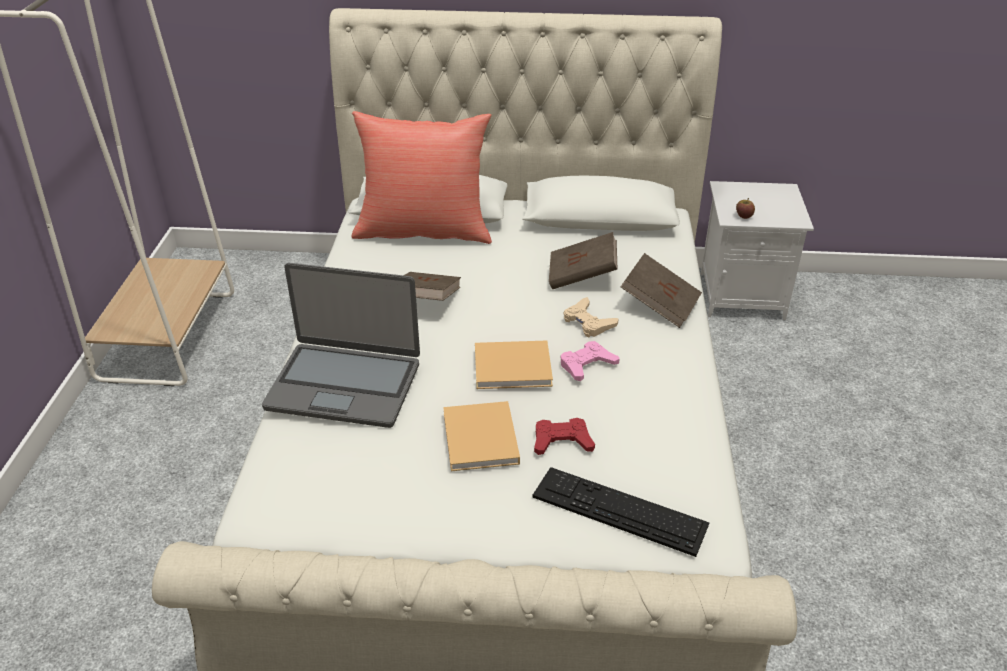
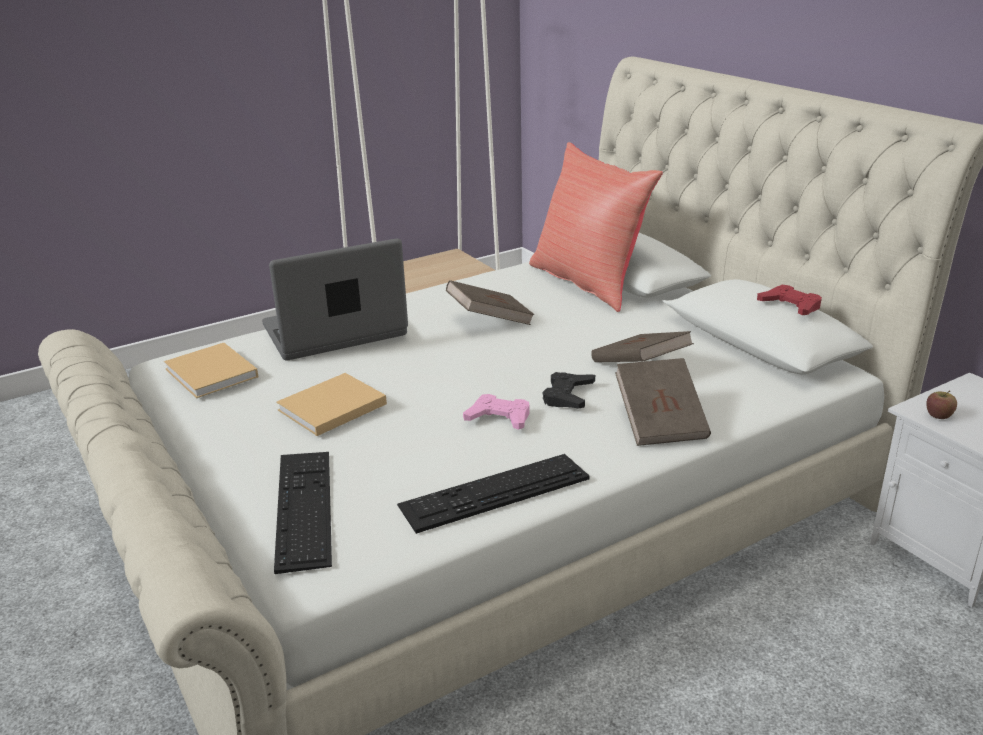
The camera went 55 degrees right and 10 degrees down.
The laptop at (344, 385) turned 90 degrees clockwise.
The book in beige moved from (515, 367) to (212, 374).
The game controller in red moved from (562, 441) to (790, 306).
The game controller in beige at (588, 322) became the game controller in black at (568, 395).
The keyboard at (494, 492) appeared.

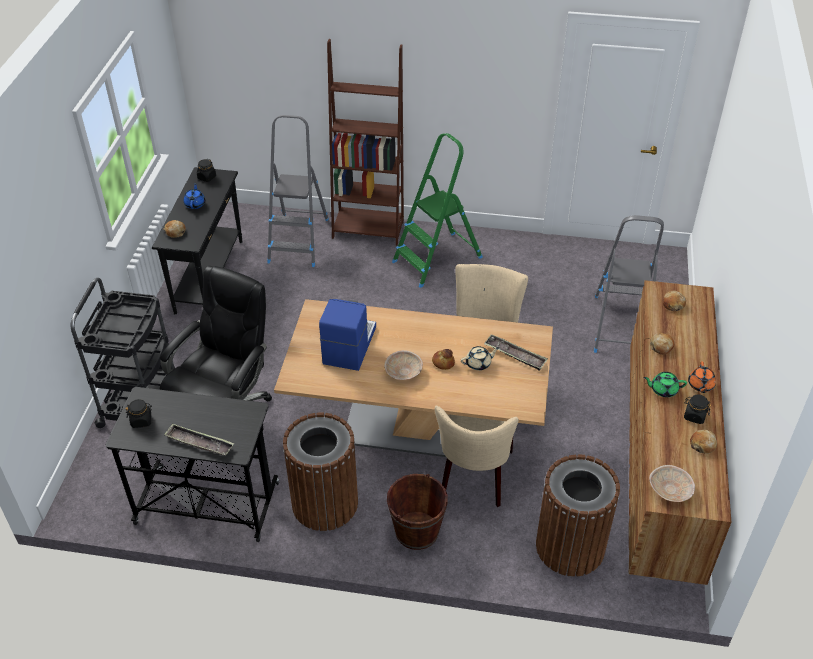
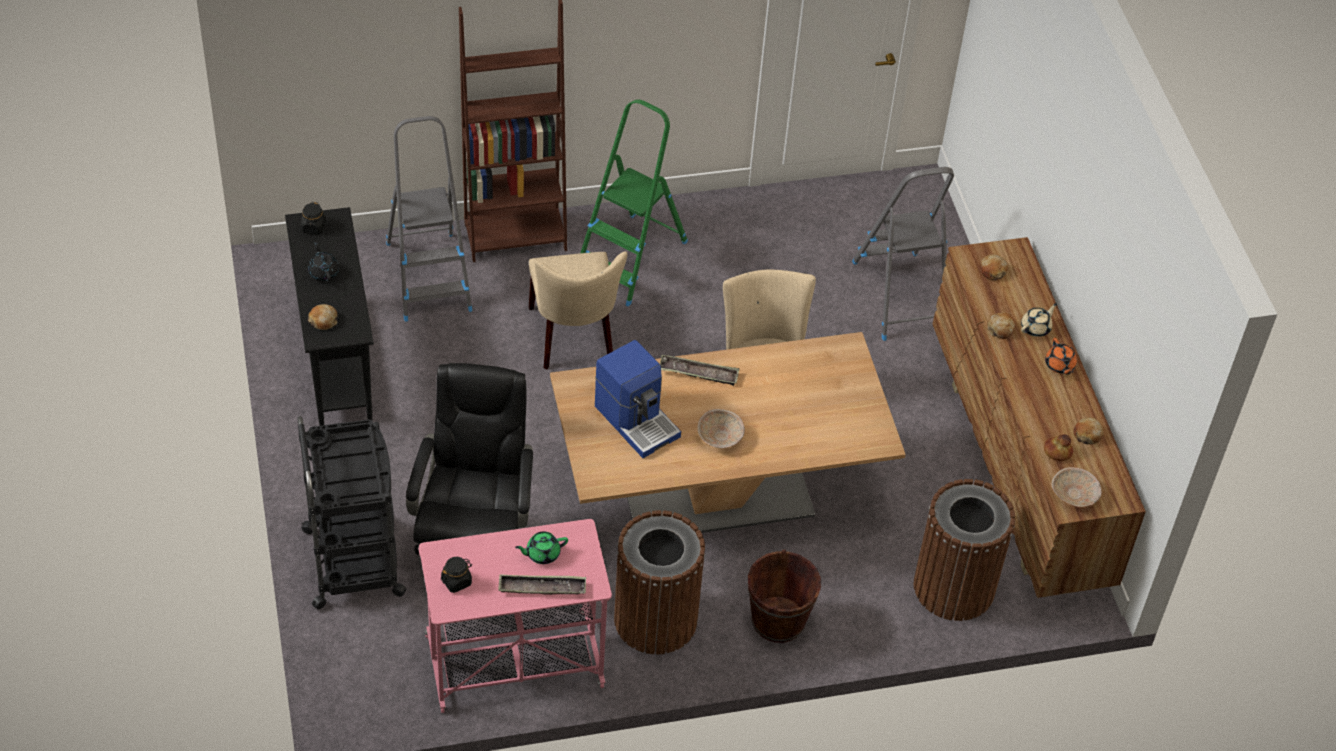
The camera went 25 degrees left and 5 degrees up.
The desk in black at (207, 504) became the desk in pink at (514, 662).
The teapot in blue at (195, 204) became the teapot in black at (323, 272).
The coffee machine at (348, 345) turned 150 degrees clockwise.
The bread moved from (443, 362) to (1057, 451).
The chair in beige moved from (474, 478) to (574, 339).
The teapot in beige moved from (478, 363) to (1036, 328).
The tray moved from (515, 355) to (698, 373).
The teapot in green moved from (663, 390) to (542, 553).
The jar in black at (694, 416) disappeared.

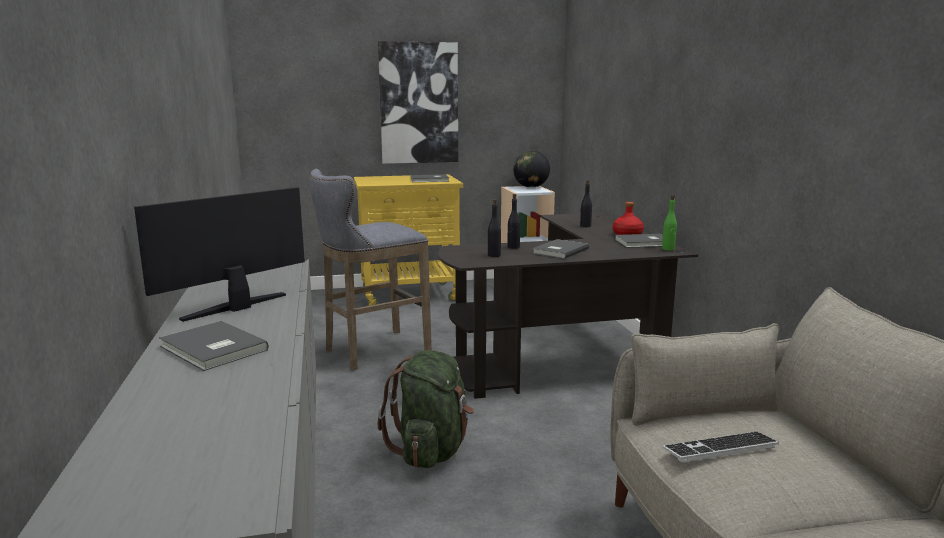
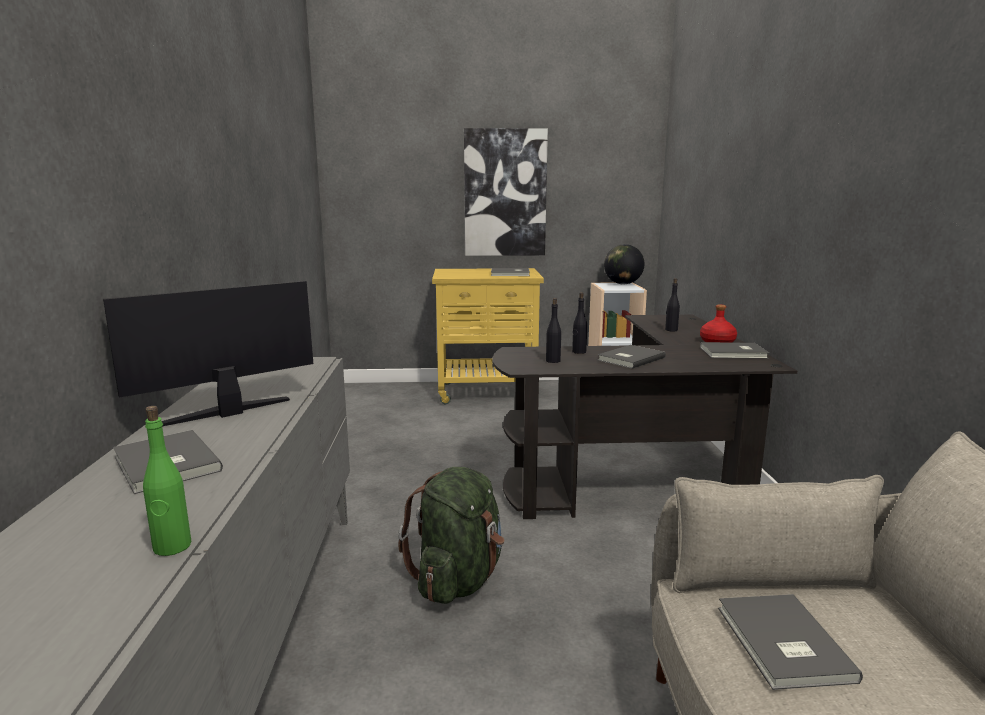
The camera went 10 degrees right and 0 degrees up.
The stool in grey at (372, 351) disappeared.
The bottle in green moved from (668, 249) to (172, 547).
The keyboard at (720, 448) was replaced by the book in grey at (781, 644).

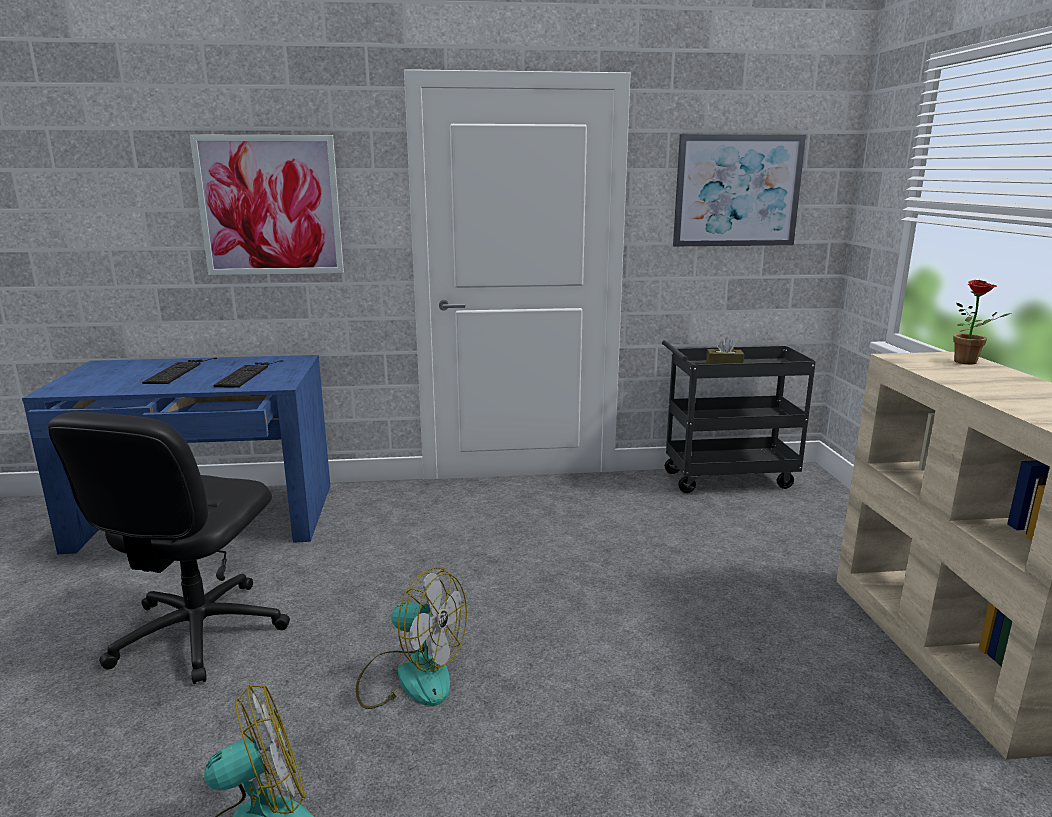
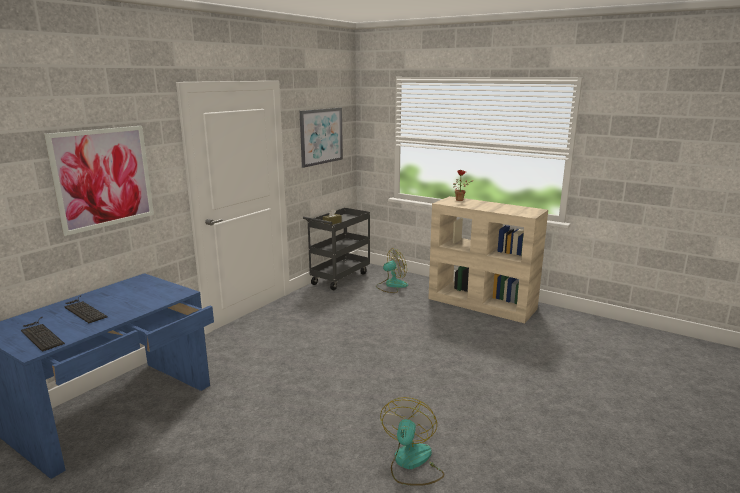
The camera went 50 degrees left and 0 degrees up.
The office chair in black at (198, 632) disappeared.
The keyboard moved from (247, 374) to (41, 334).
The fan moved from (410, 676) to (391, 285).

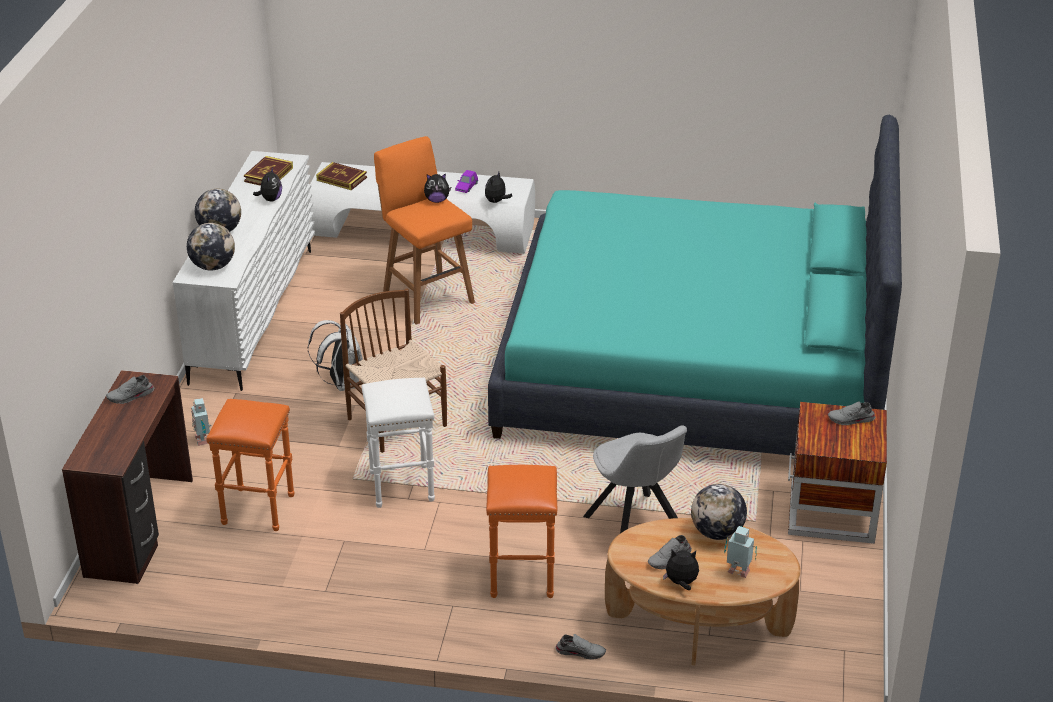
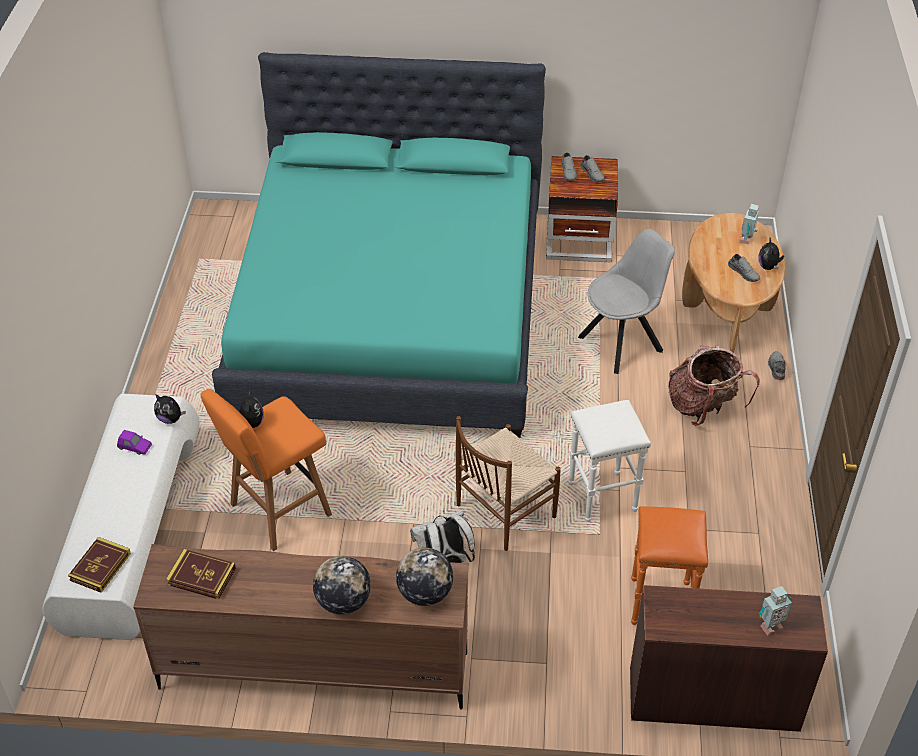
The camera went 95 degrees left and 10 degrees up.
The shoe in grey moved from (131, 396) to (592, 174).
The dresser in white at (255, 314) became the dresser in brown at (313, 668).
The toy robot moved from (203, 439) to (770, 626).
The plush toy at (270, 199) disappeared.
The stool in orange at (520, 577) was replaced by the backpack at (703, 407).
The globe at (717, 533) disappeared.

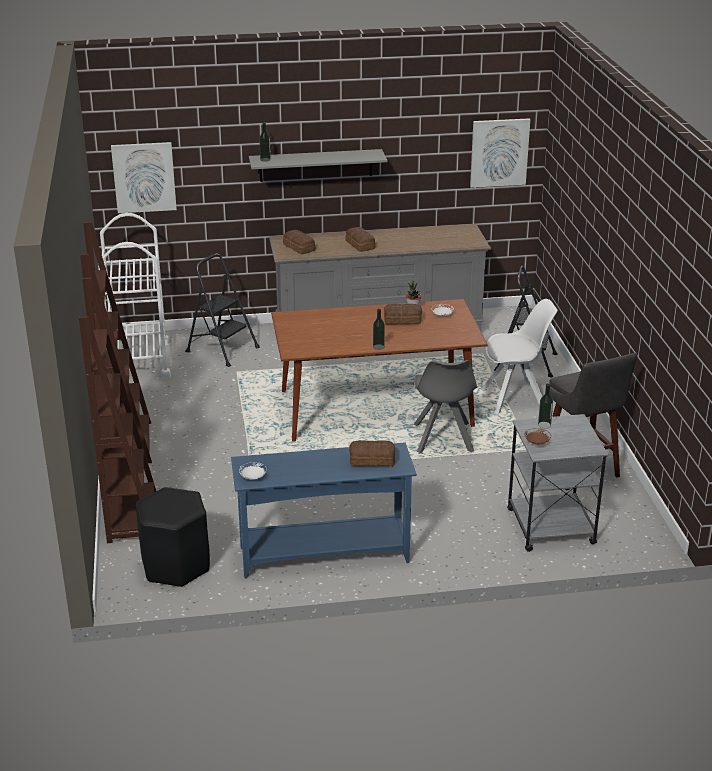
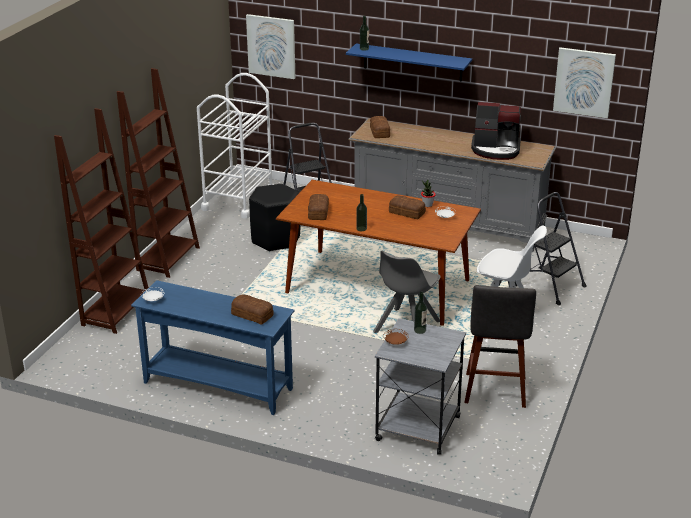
The camera went 30 degrees right and 0 degrees up.
The stool in black moved from (176, 566) to (276, 240).
The shelf in grey at (316, 165) became the shelf in blue at (412, 62).
The bread moved from (360, 245) to (317, 212).
The coffee machine at (496, 150) appeared.

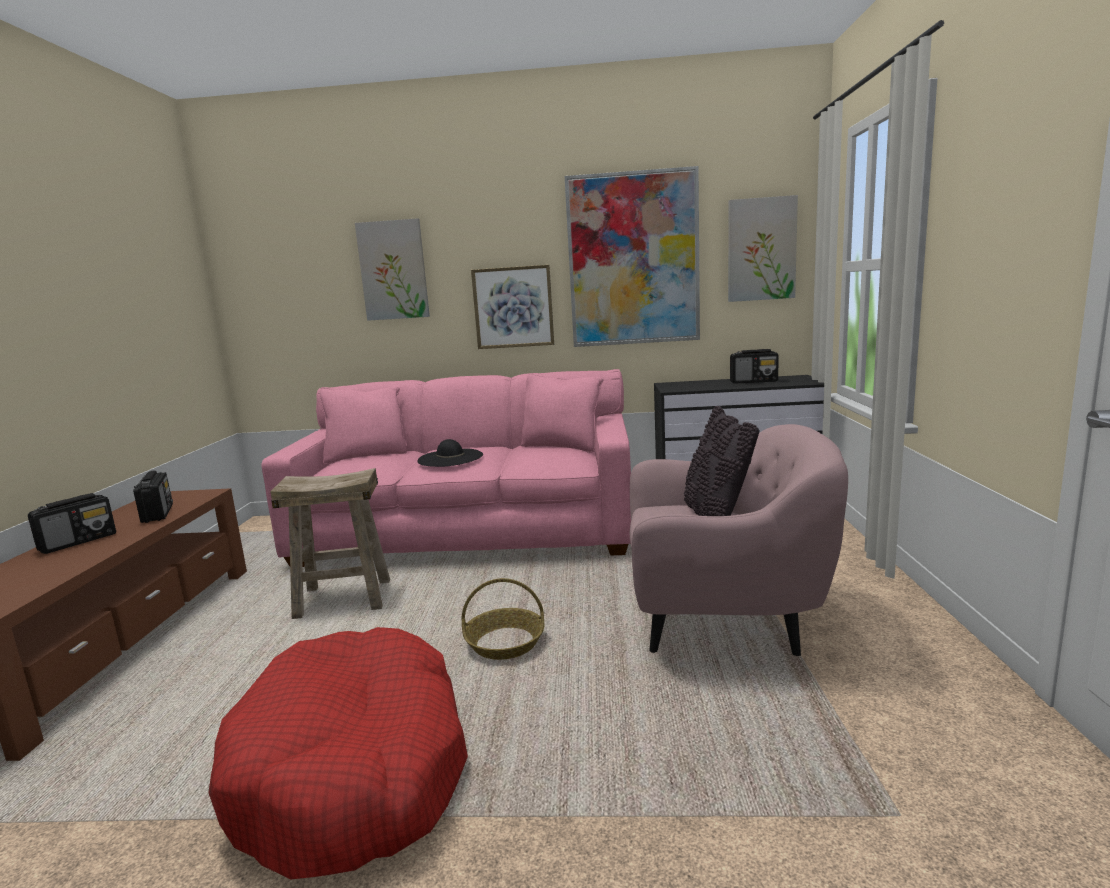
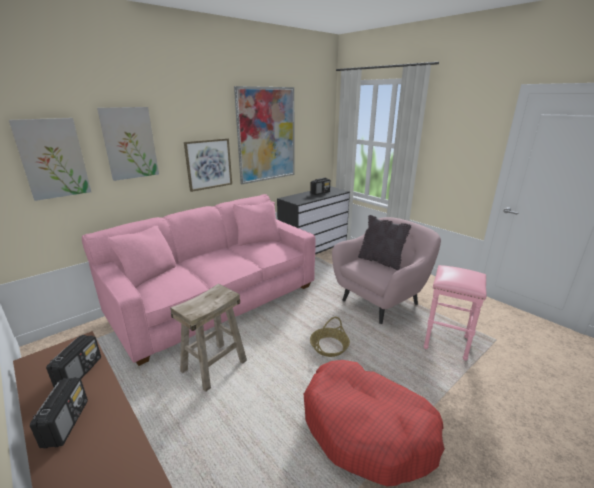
The camera went 45 degrees left and 10 degrees up.
The radio at (157, 513) turned 75 degrees clockwise.
The hat in black at (450, 458) disappeared.
The picture moved from (761, 249) to (53, 158).
The stool in pink at (447, 342) appeared.

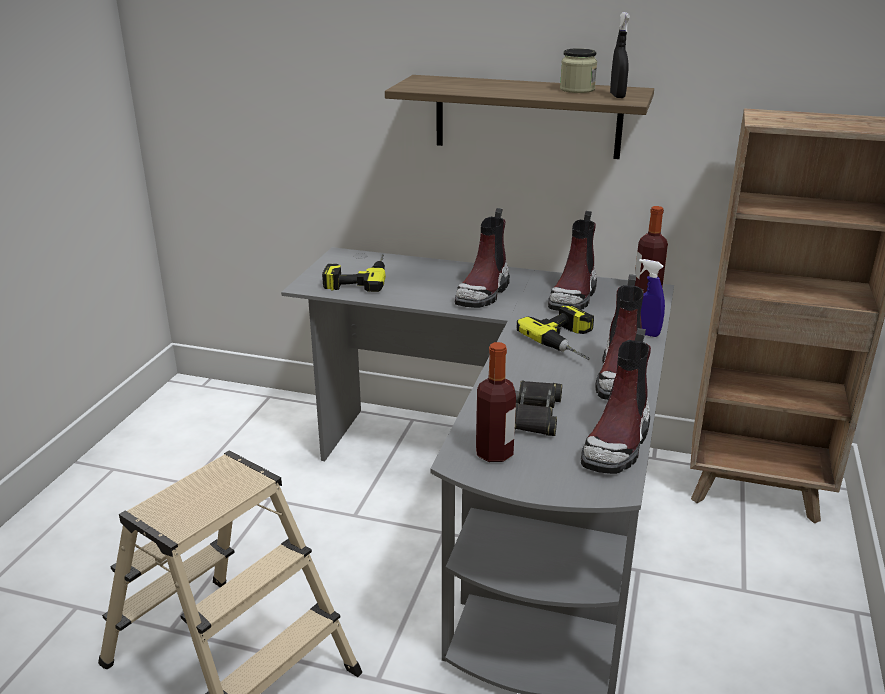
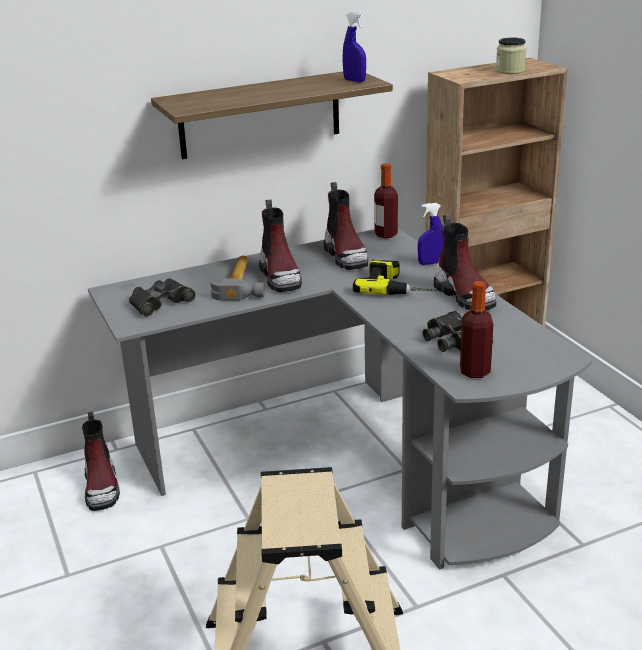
The camera went 40 degrees left and 0 degrees up.
The power drill at (357, 277) was replaced by the binoculars in black at (160, 302).
The jar moved from (577, 89) to (510, 71).
The boot moved from (617, 444) to (102, 487).
The spray bottle in black at (617, 96) became the spray bottle in blue at (354, 80).
The hammer at (242, 283) appeared.

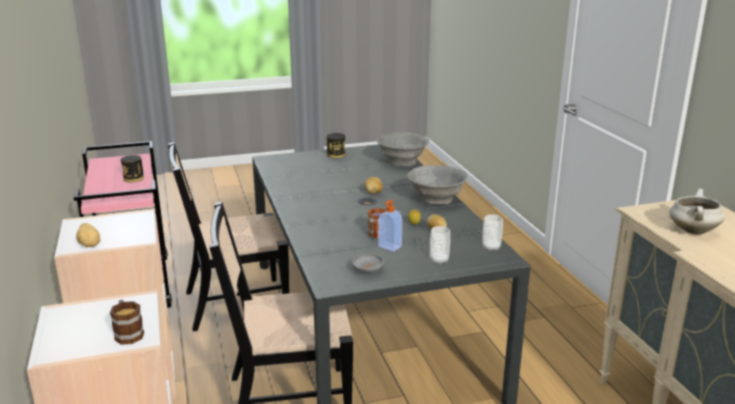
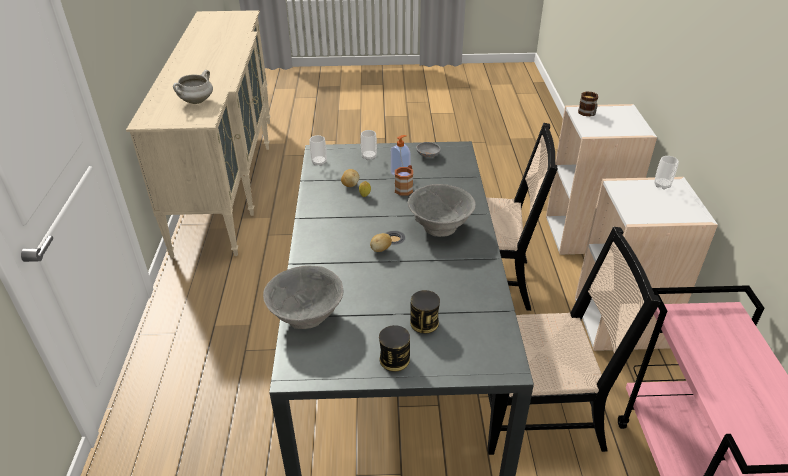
The camera went 165 degrees left and 15 degrees up.
The potato at (90, 244) was replaced by the cup at (662, 185).
The can moved from (133, 178) to (424, 323).
The bowl in grey moved from (436, 200) to (440, 226).

